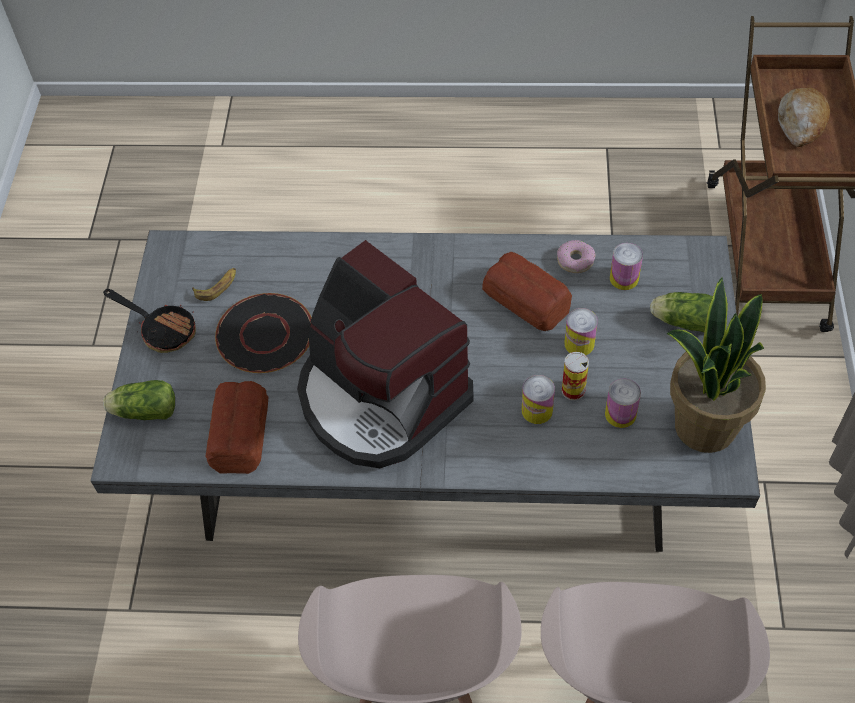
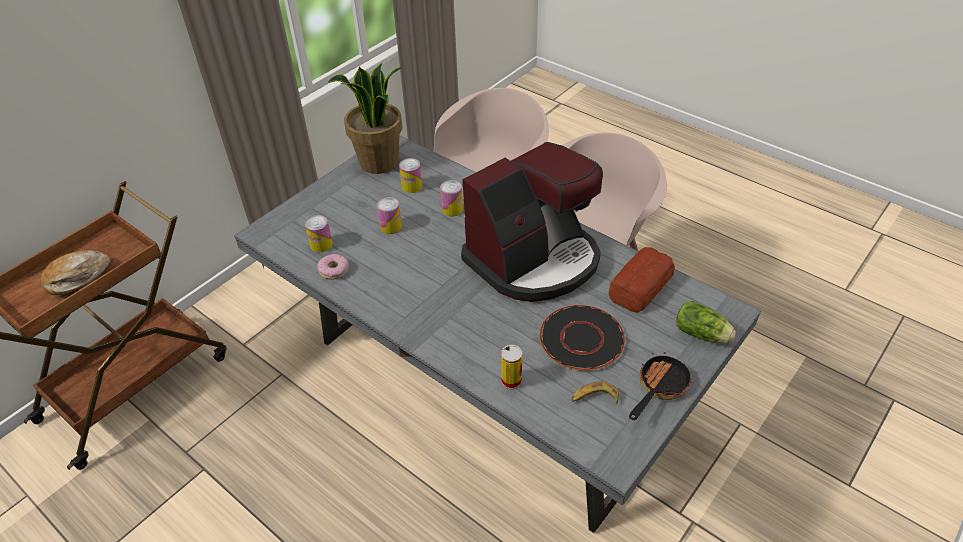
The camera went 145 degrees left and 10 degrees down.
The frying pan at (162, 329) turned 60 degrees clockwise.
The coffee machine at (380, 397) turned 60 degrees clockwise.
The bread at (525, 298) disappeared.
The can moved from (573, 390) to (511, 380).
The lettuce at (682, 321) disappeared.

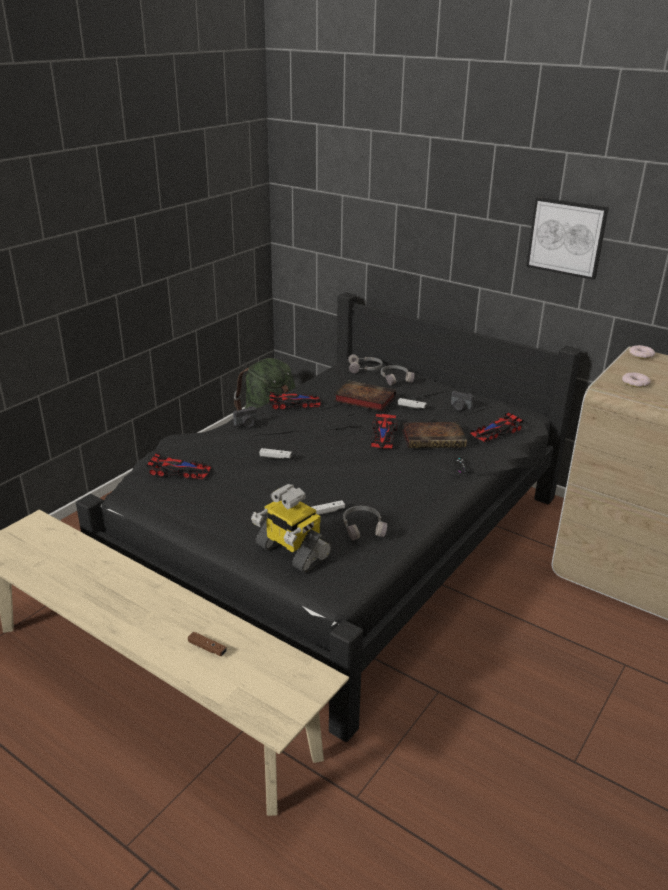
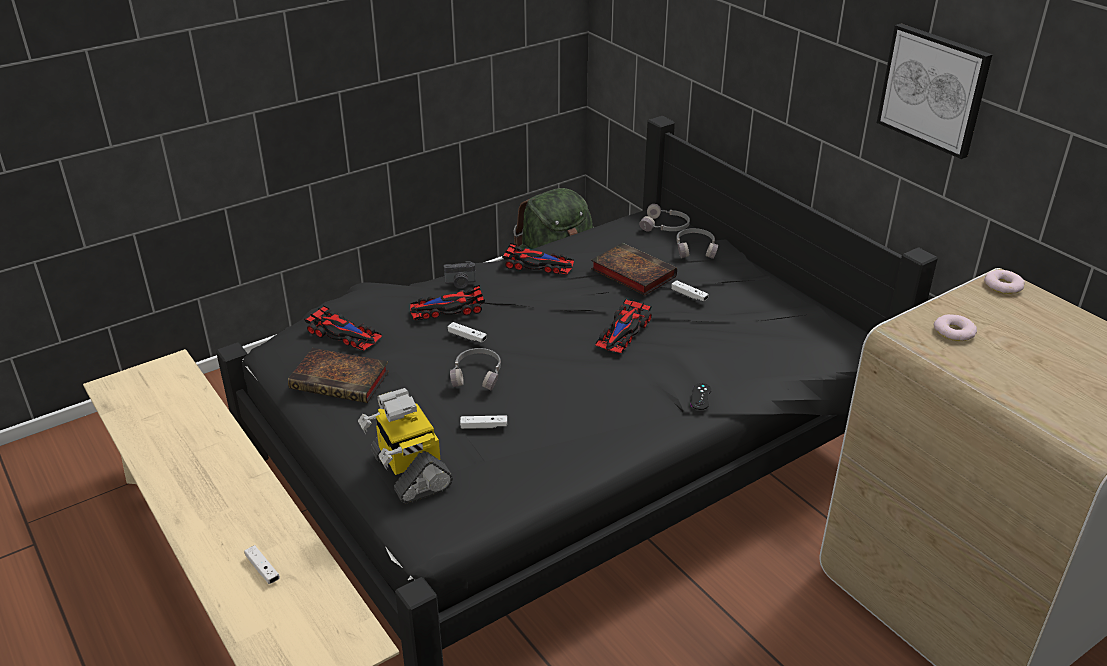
The camera went 20 degrees right and 5 degrees up.
The game controller in brown at (207, 648) became the game controller in white at (262, 569).
The headphones in grey moved from (363, 527) to (478, 374).
The book moved from (435, 438) to (342, 380).
The photo camera at (460, 407) disappeared.
The toy car moved from (495, 432) to (447, 309).

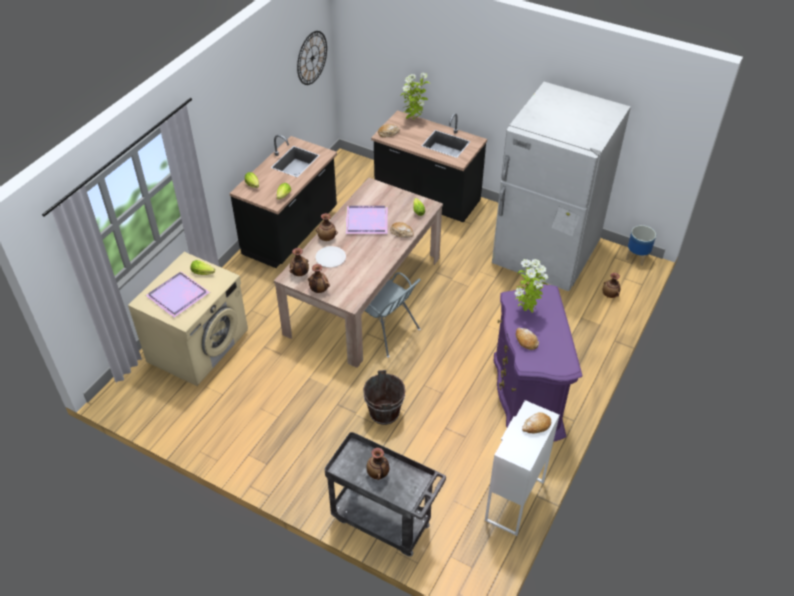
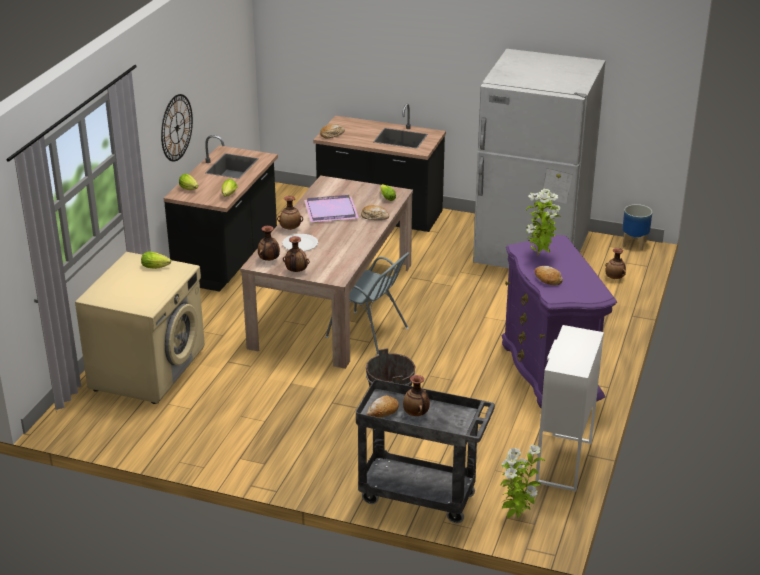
The camera went 10 degrees left and 15 degrees down.
The tray in purple at (176, 295) disappeared.
The wall clock moved from (312, 58) to (176, 127).
The potted plant moved from (413, 120) to (516, 517).
The bread moved from (536, 426) to (382, 412).

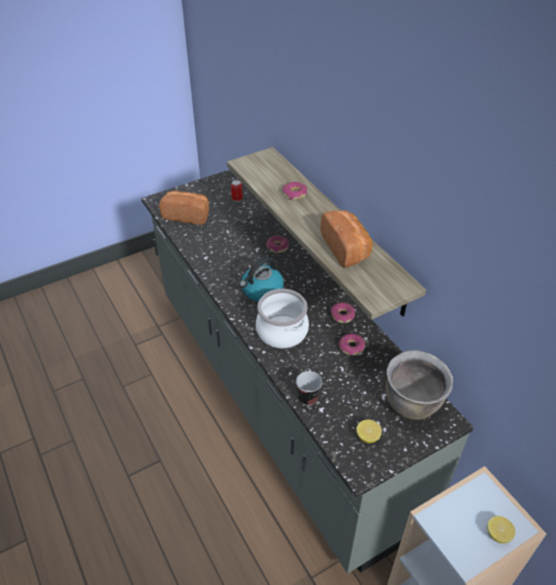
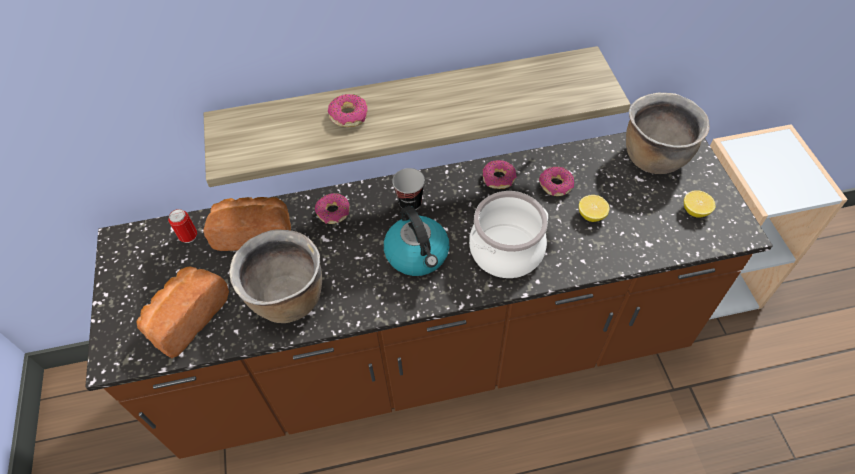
The camera went 70 degrees left and 10 degrees up.
The counter in grey at (278, 401) became the counter in brown at (432, 356).
The cup moved from (308, 398) to (410, 202).
The bread moved from (347, 248) to (255, 232).
The lemon moved from (498, 534) to (591, 215).
The cooking pot in brown at (287, 298) appeared.

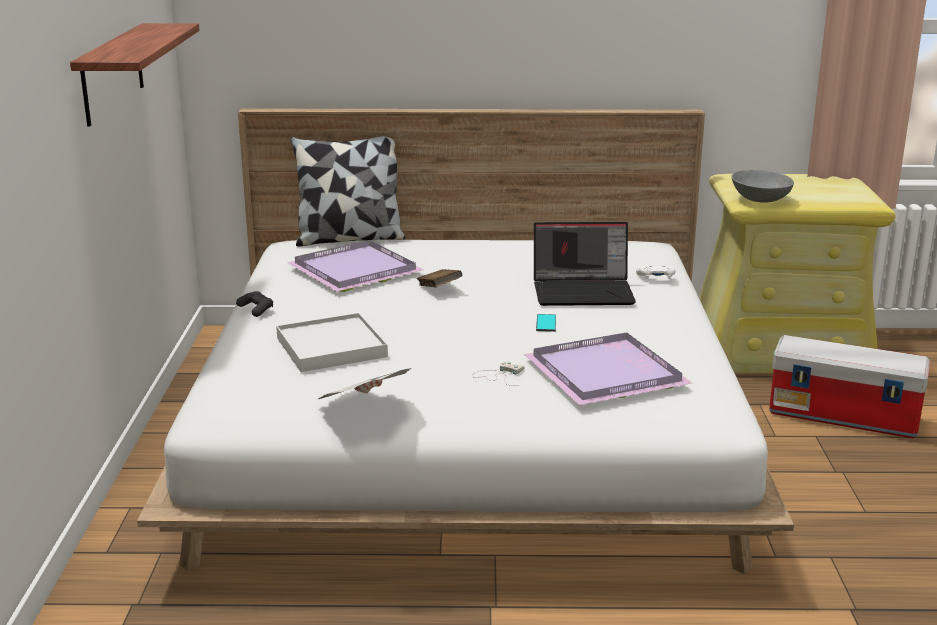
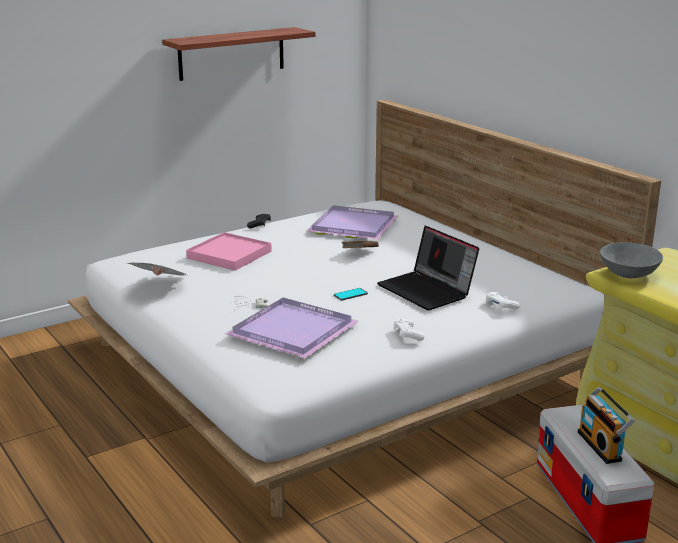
The camera went 55 degrees right and 0 degrees up.
The tray in white at (331, 347) became the tray in pink at (229, 255).
The pillow at (349, 238) disappeared.
The game controller in white at (408, 334) appeared.
The radio at (602, 446) appeared.

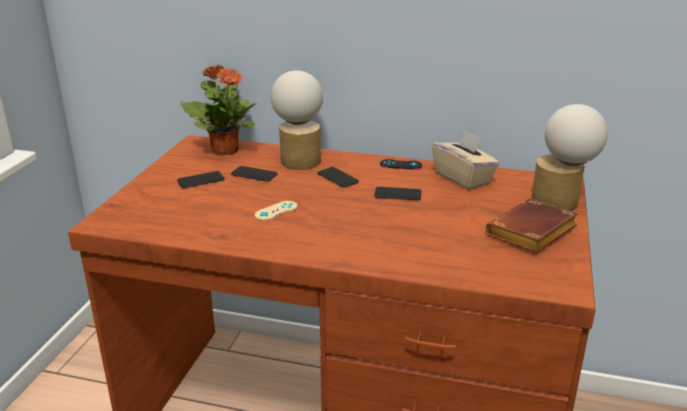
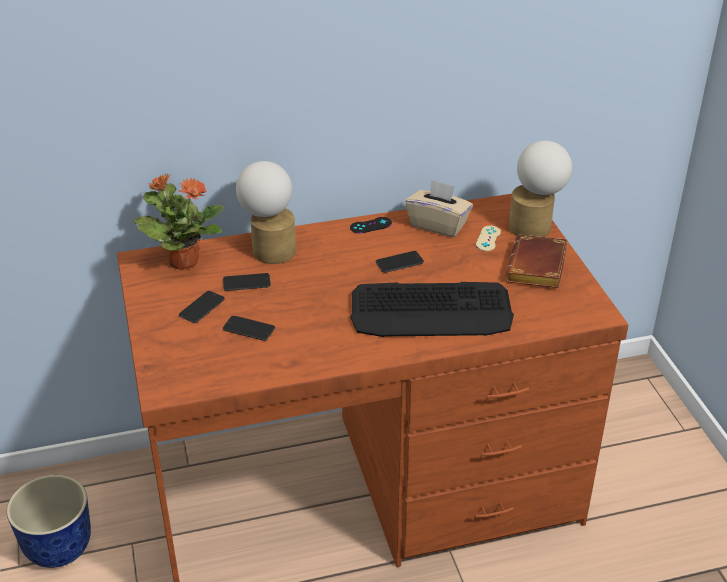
The camera went 30 degrees left and 10 degrees up.
The game controller in beige moved from (276, 211) to (488, 238).
The phone moved from (338, 178) to (248, 329).
The planter at (57, 549) appeared.
The keyboard at (431, 311) appeared.

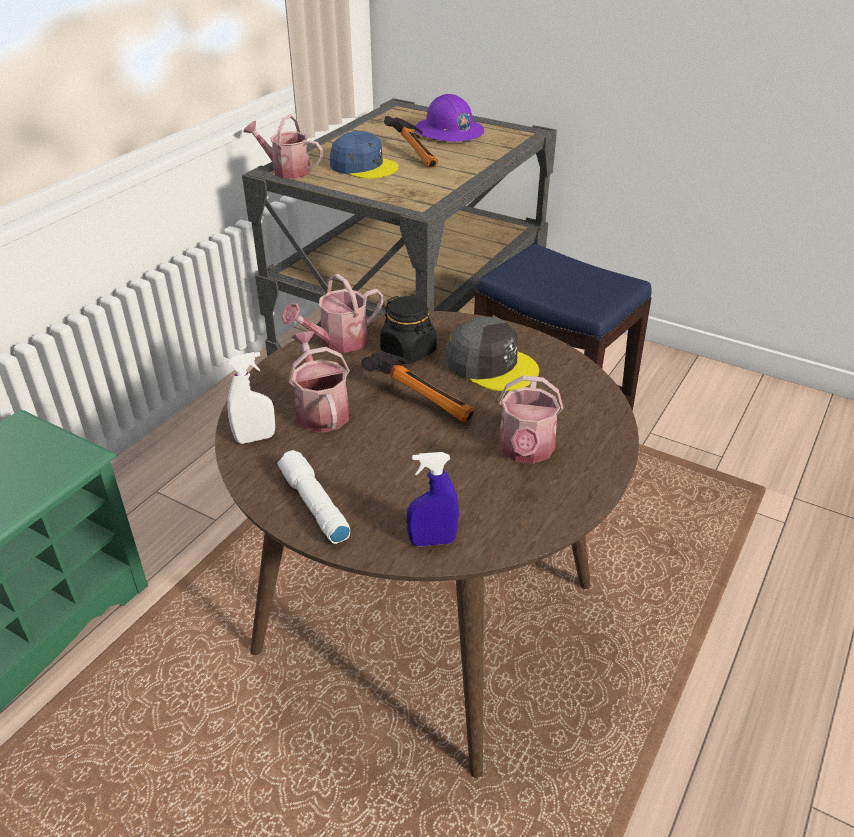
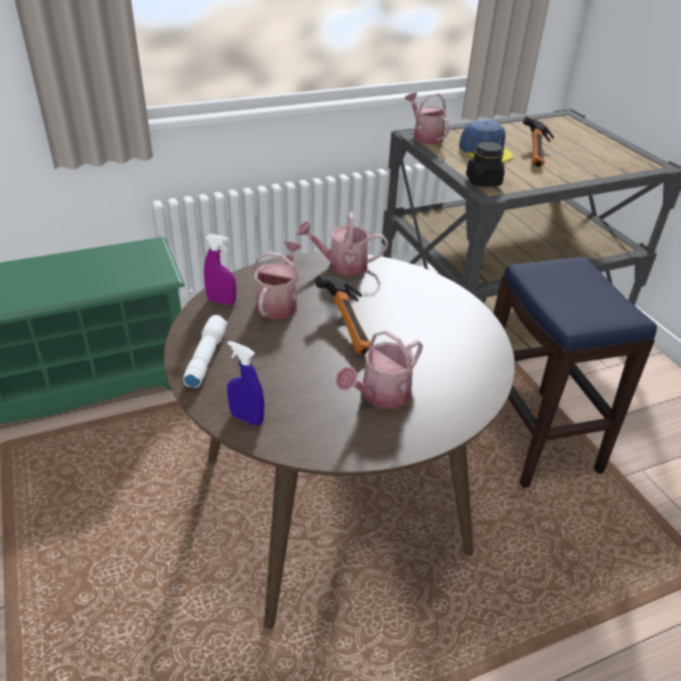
The camera went 35 degrees right and 0 degrees up.
The spray bottle in white at (255, 438) became the spray bottle in purple at (221, 301).
The jar in black moved from (408, 351) to (483, 181).
The hard hat in purple at (449, 132) disappeared.
The cap in grey at (491, 365) disappeared.

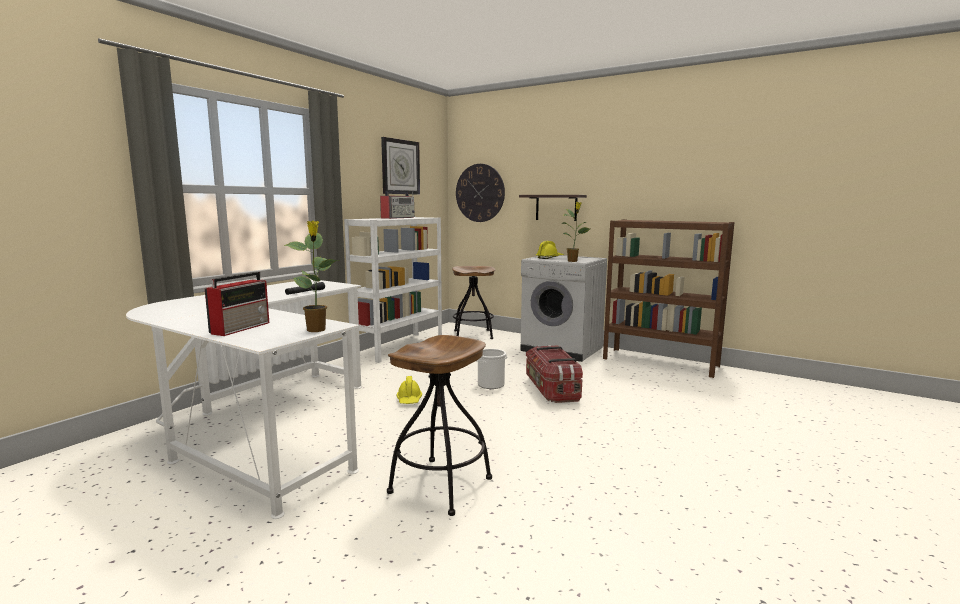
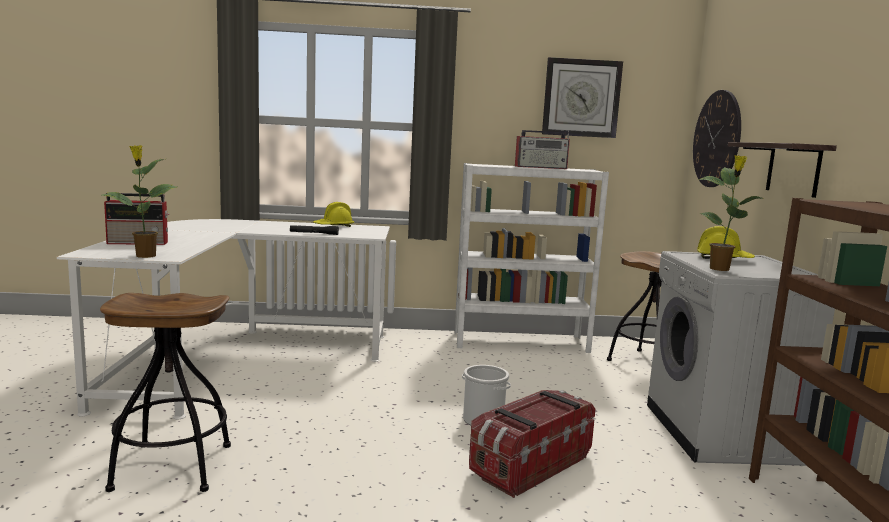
The camera went 55 degrees right and 0 degrees up.
The hard hat in yellow moved from (409, 400) to (333, 226).

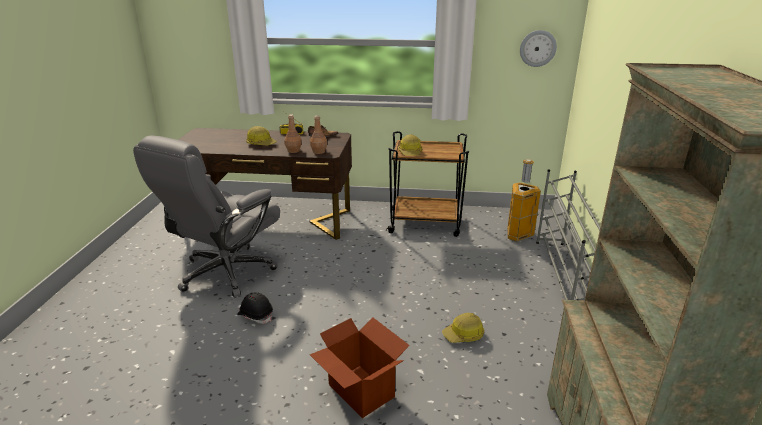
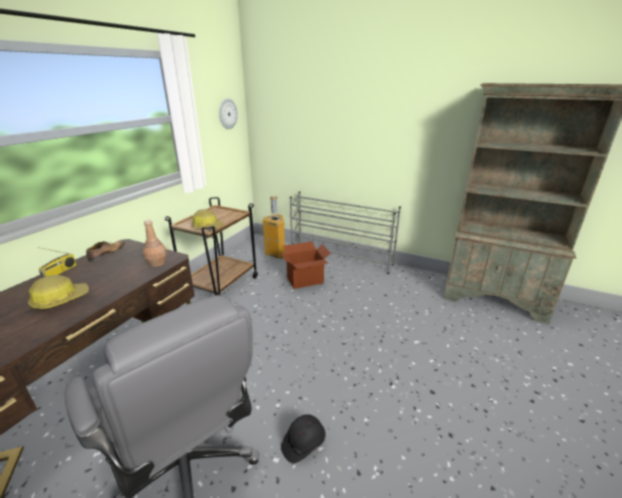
The camera went 70 degrees left and 0 degrees up.
The bottle in brown at (293, 150) disappeared.
The cardboard box moved from (360, 391) to (305, 280).
The hard hat at (464, 335) disappeared.

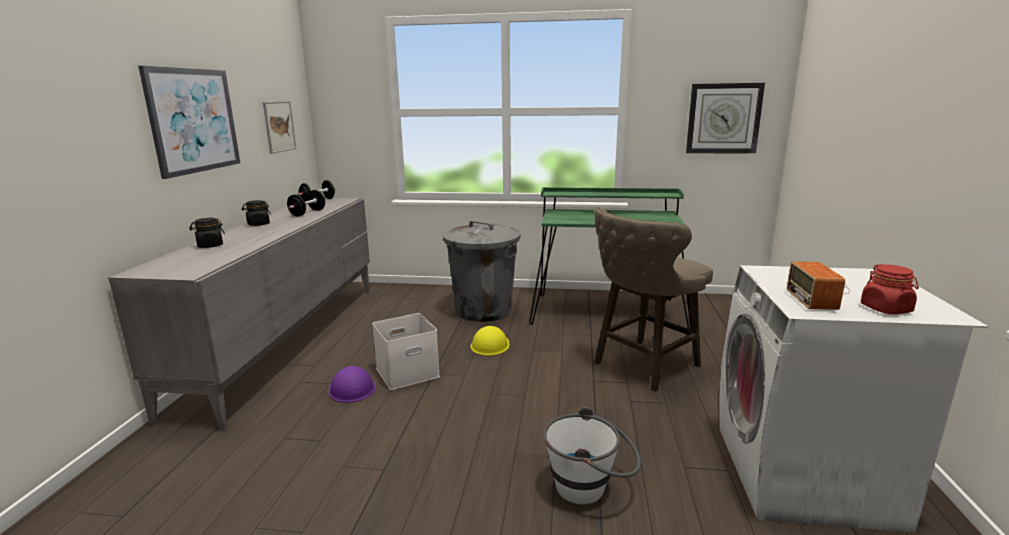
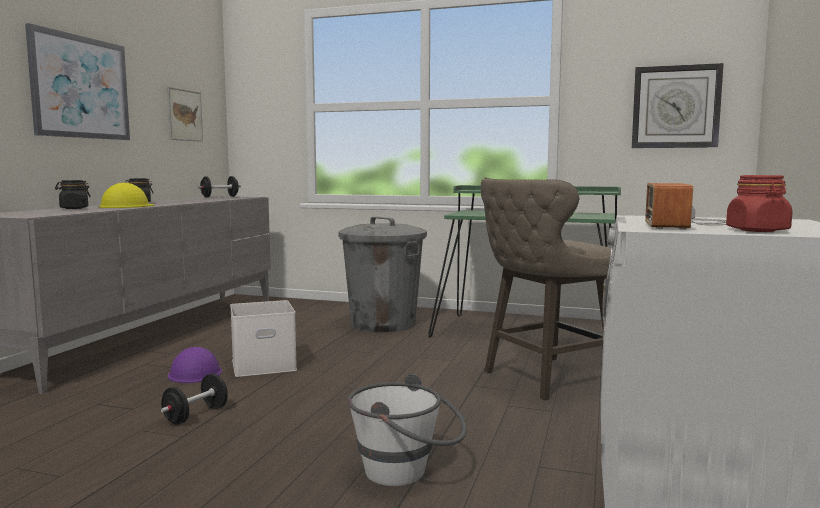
The camera went 10 degrees right and 10 degrees down.
The dumbbell in black moved from (307, 213) to (196, 415).
The hard hat in yellow moved from (490, 345) to (126, 206).

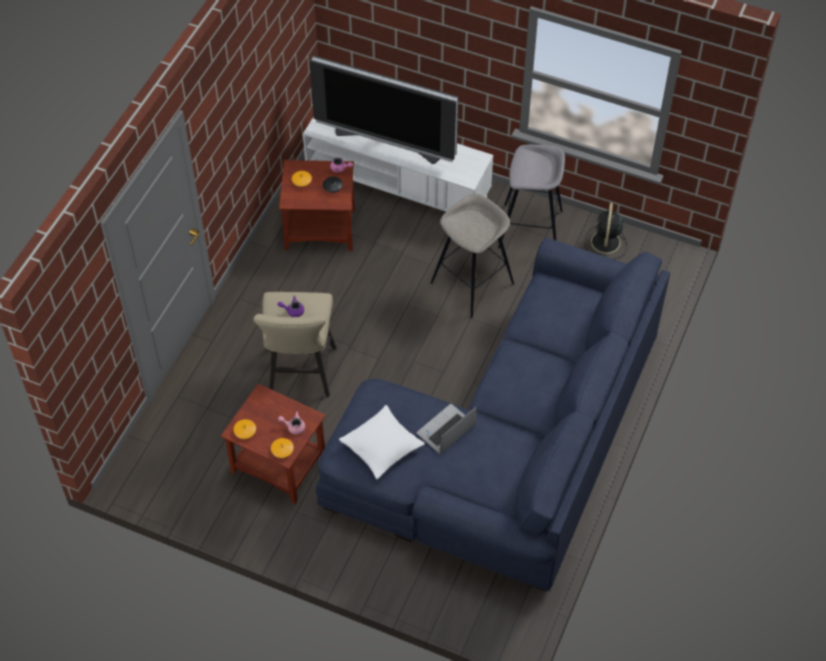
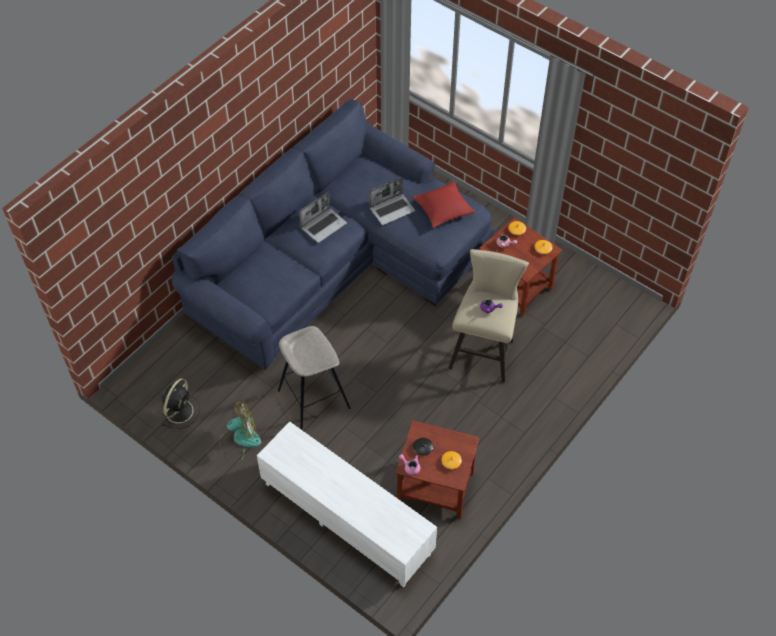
The camera went 165 degrees left and 0 degrees up.
The television at (388, 142) disappeared.
The pillow in white at (381, 446) became the pillow in red at (443, 209).
The stool in grey at (530, 229) was replaced by the fan at (240, 440).
The laptop at (324, 225) appeared.

